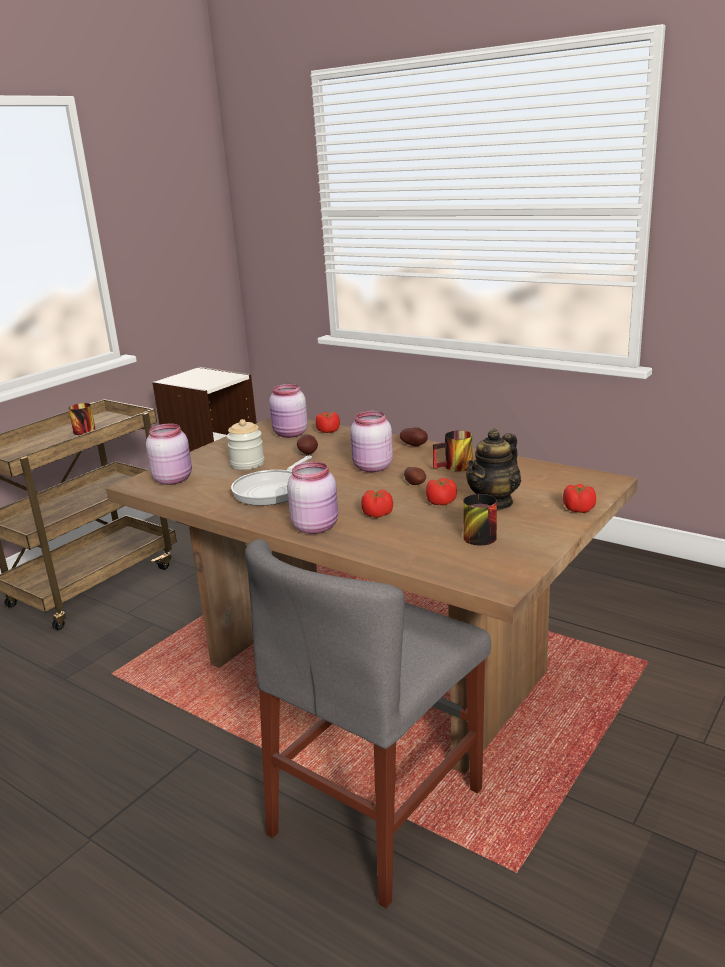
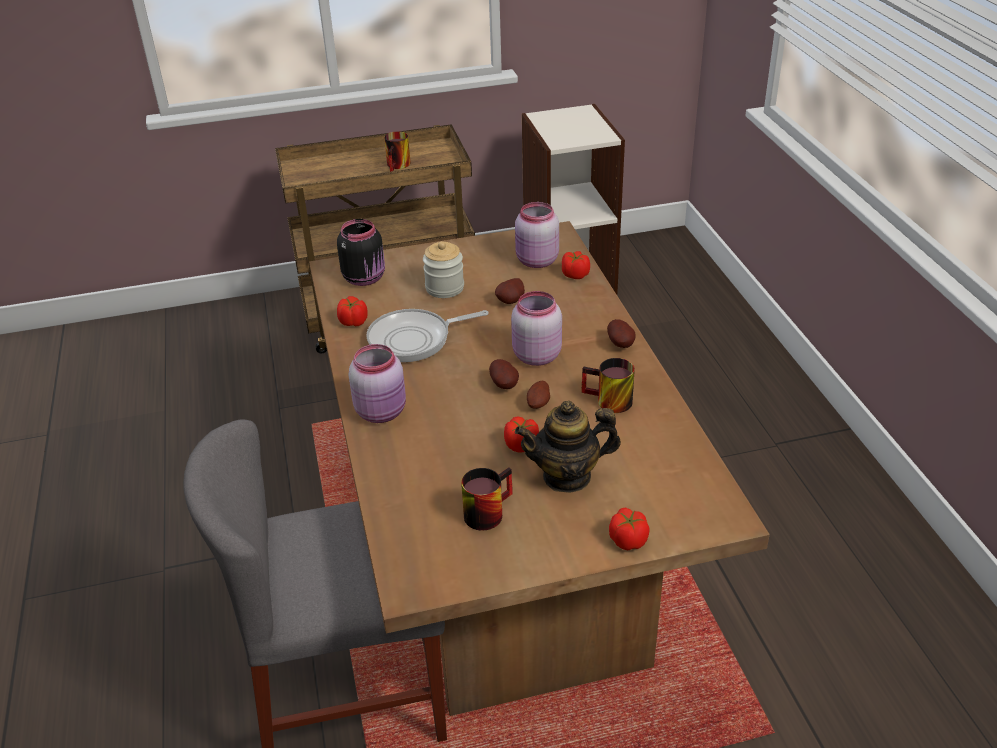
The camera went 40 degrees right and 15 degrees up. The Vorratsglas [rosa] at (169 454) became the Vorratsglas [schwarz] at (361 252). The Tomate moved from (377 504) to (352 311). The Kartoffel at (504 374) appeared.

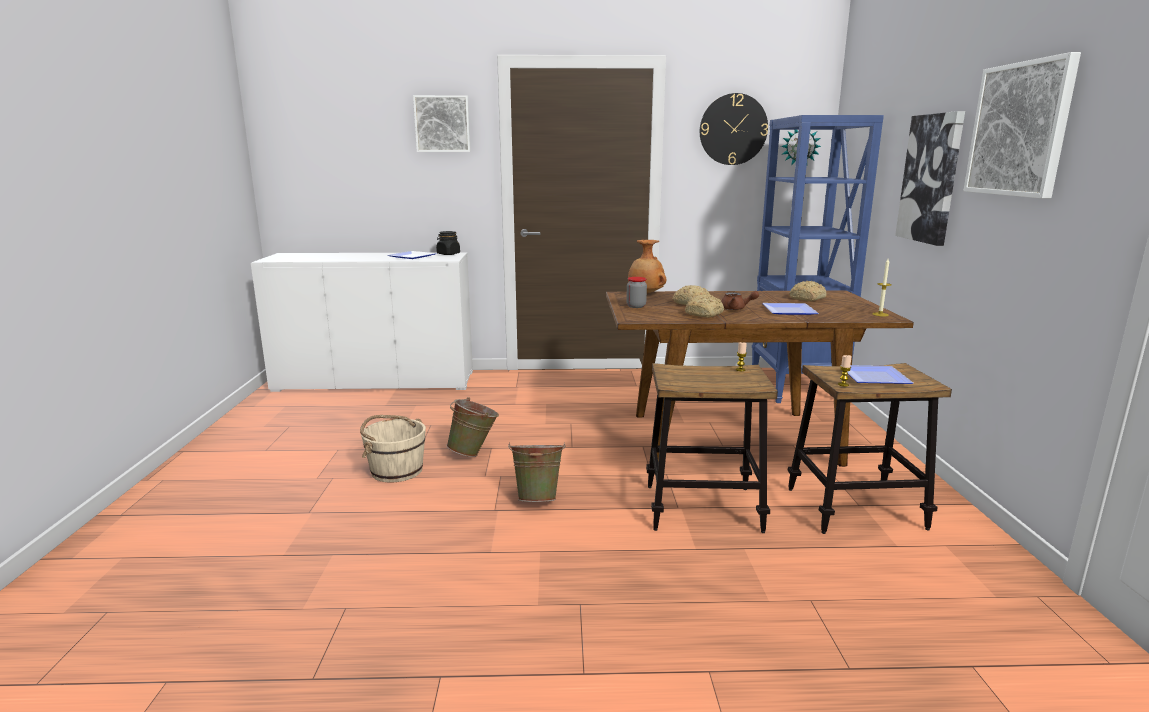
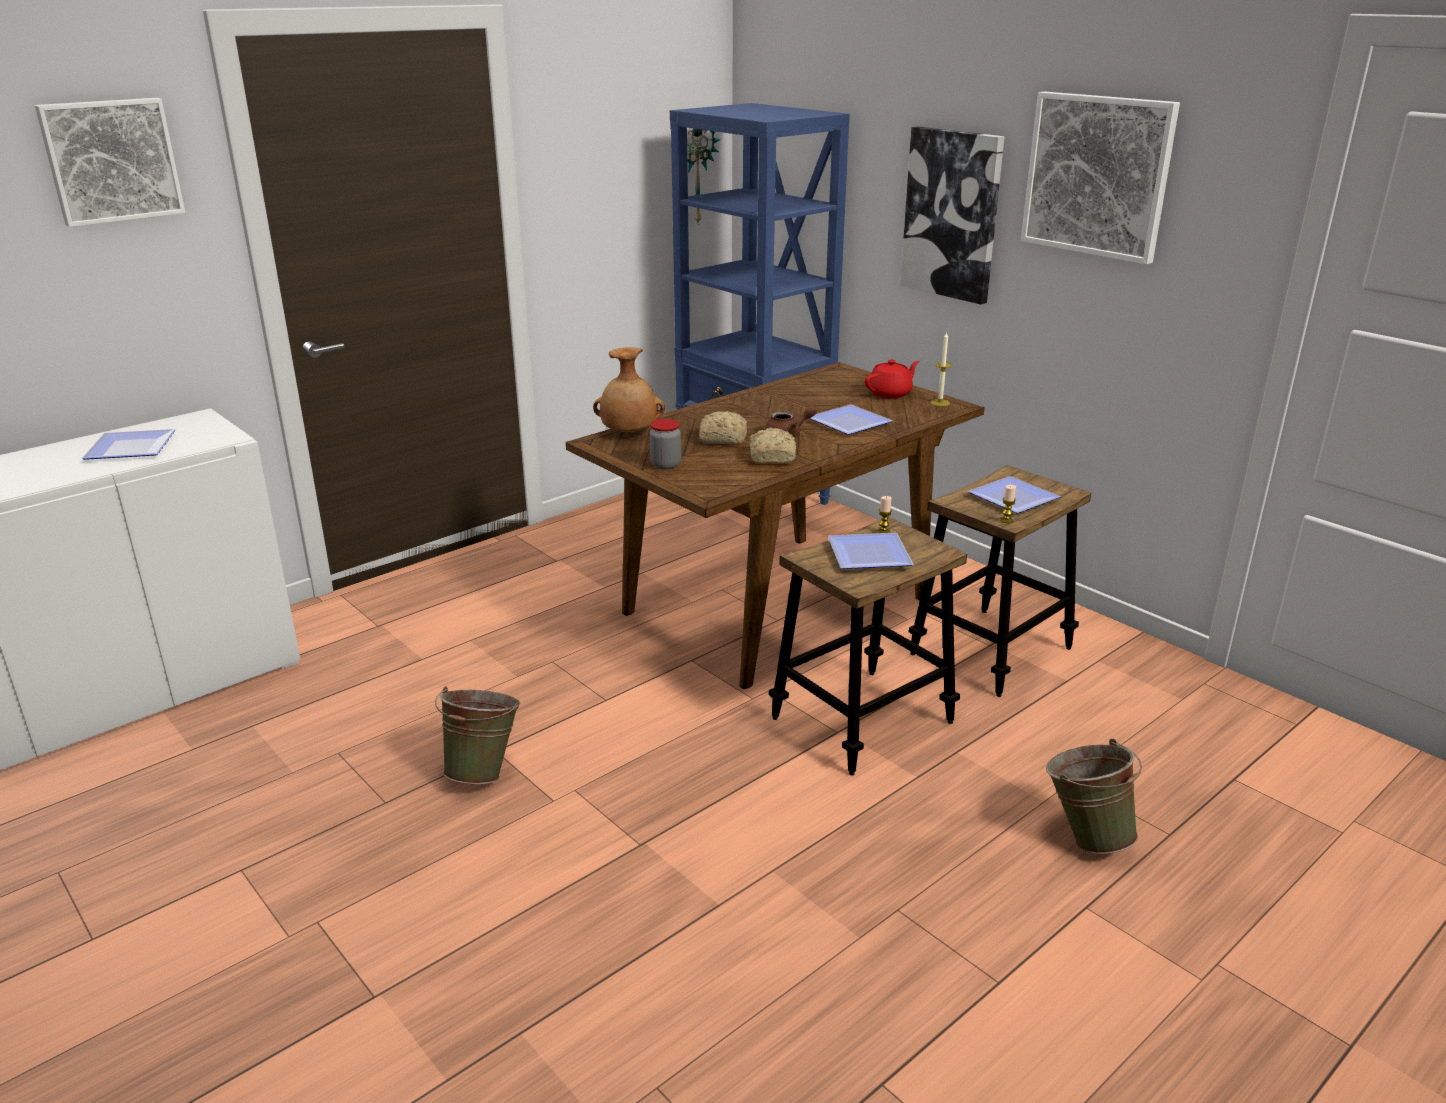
The camera went 40 degrees left and 10 degrees up. The Eimer [beige] at (393 448) disappeared. The Vorratsglas [schwarz] at (448 243) disappeared. The Eimer [grün] moved from (537 472) to (1094 796). The Wanduhr at (734 129) disappeared. The Brot at (808 291) disappeared. The Teller at (871 551) appeared. The Teekanne [rot] at (892 379) appeared.

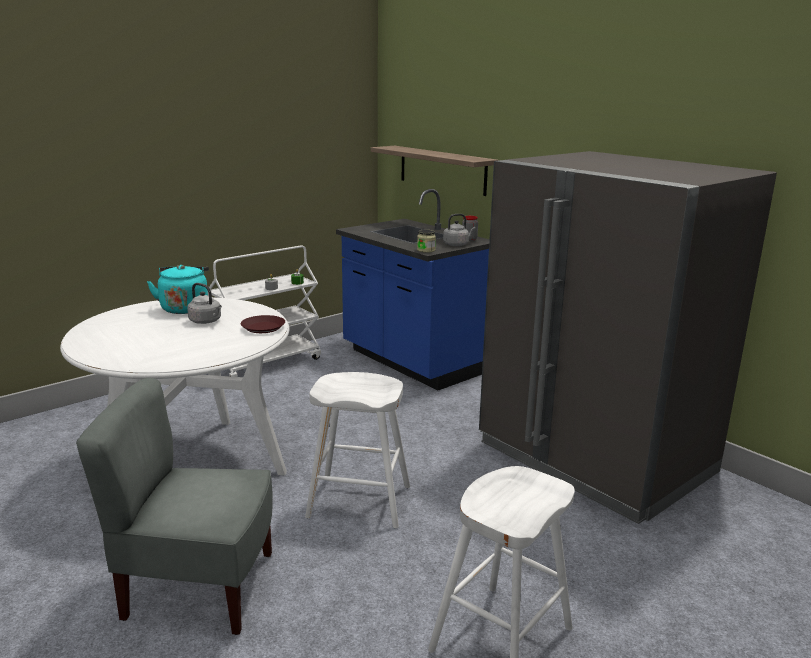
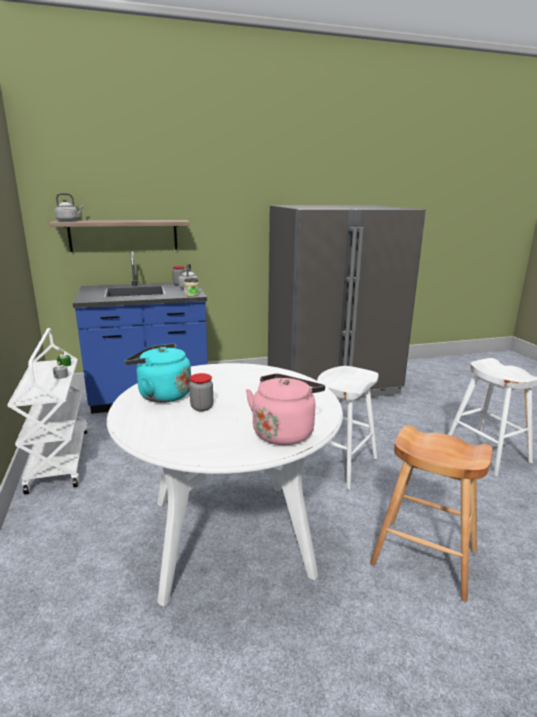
The camera went 65 degrees left and 0 degrees up. The Stuhl [grau] at (174 506) was replaced by the Hocker [braun] at (431 513). The Wasserkessel [grau] moved from (204 303) to (69 207). The Teller [braun] at (263 324) disappeared. The Vorratsglas at (201 392) appeared. The Wasserkessel [rosa] at (285 409) appeared.

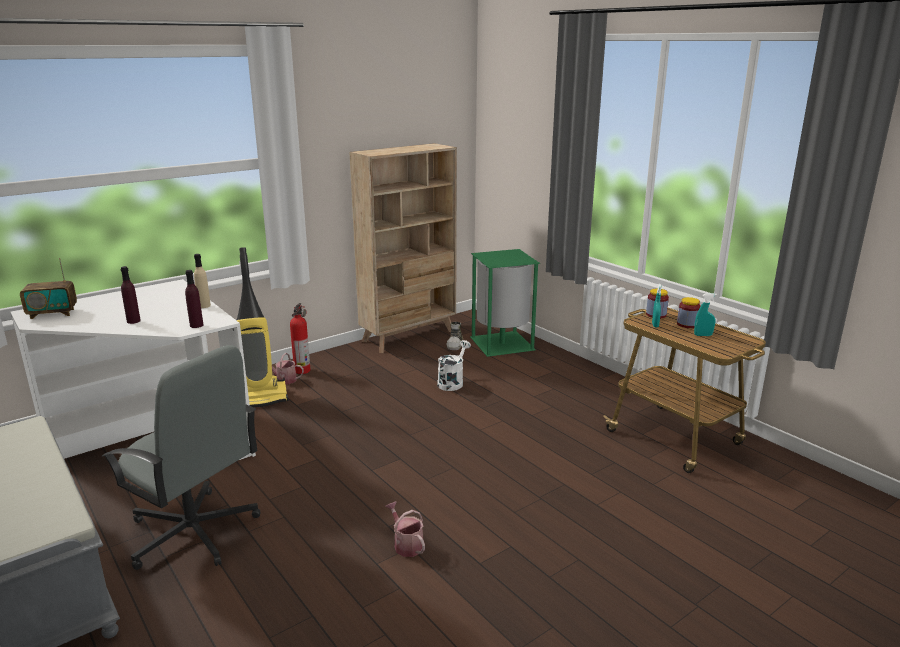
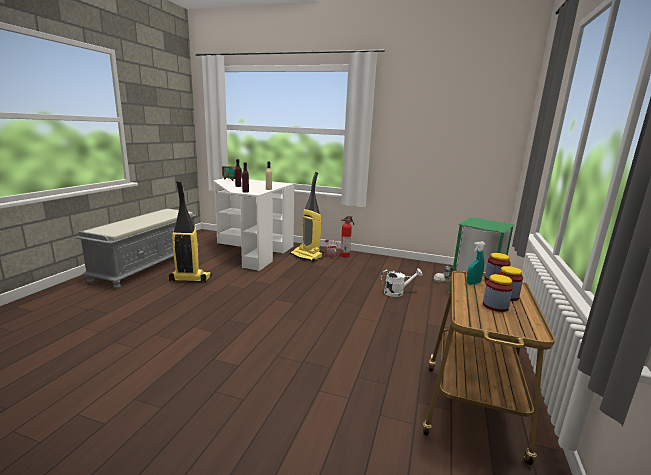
The camera went 55 degrees right and 5 degrees down. The Bürostuhl [grau] at (181 457) was replaced by the Staubsauger at (190 231). The Bücherregal [beige] at (403 248) disappeared. The Gießkanne at (405 529) disappeared. The Sprühflasche [türkis] at (705 314) was replaced by the Vorratsglas at (498 293).

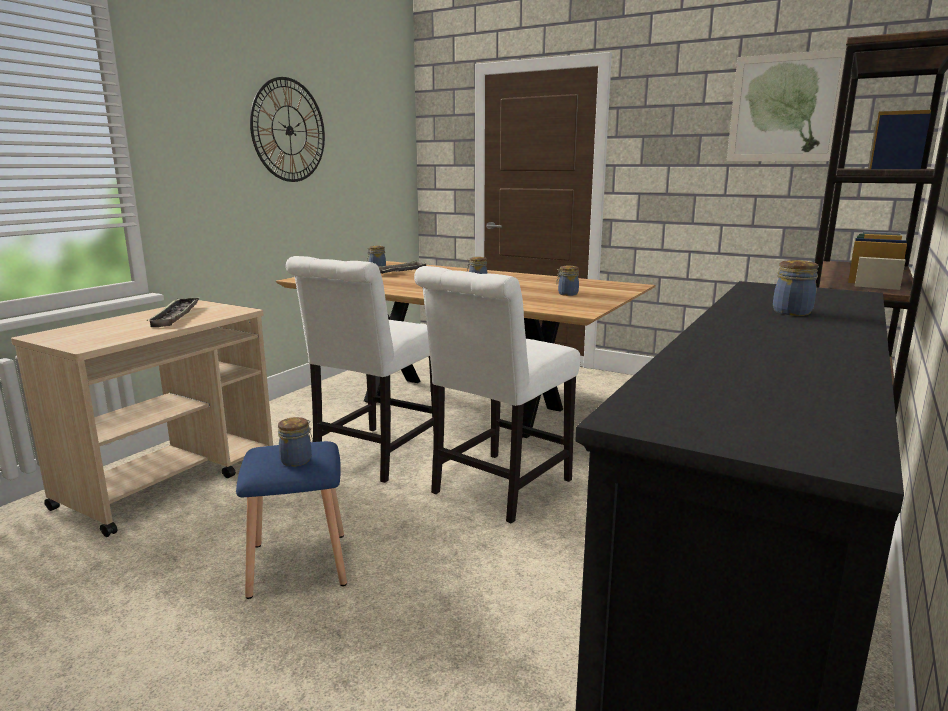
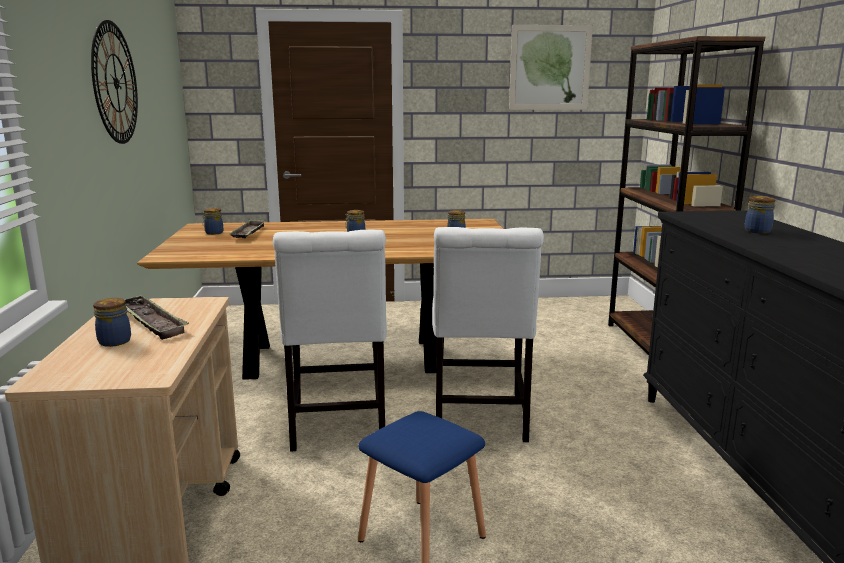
The camera went 35 degrees left and 0 degrees up. The Vorratsglas moved from (295 442) to (112 322).

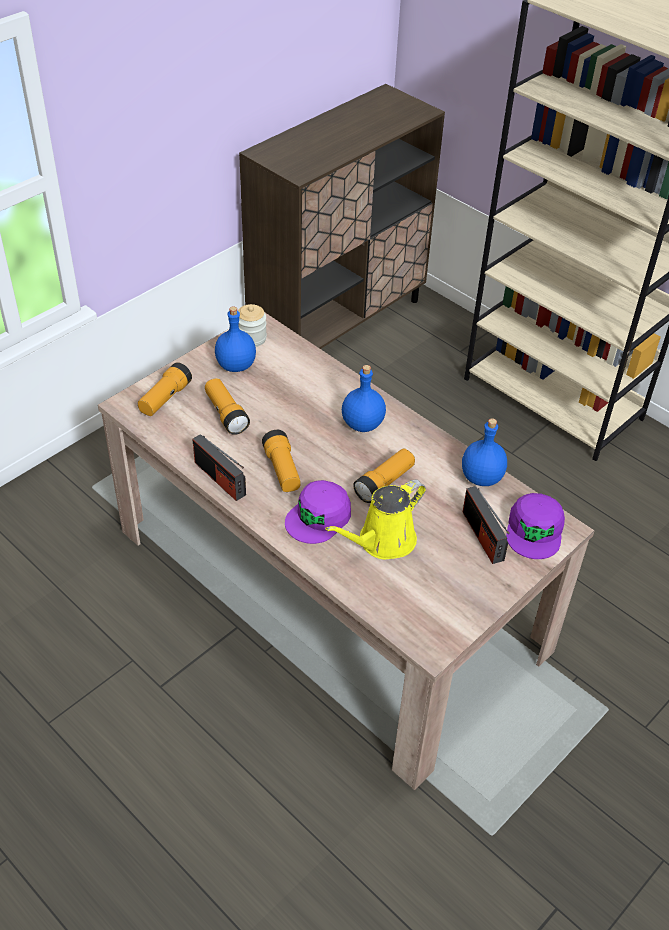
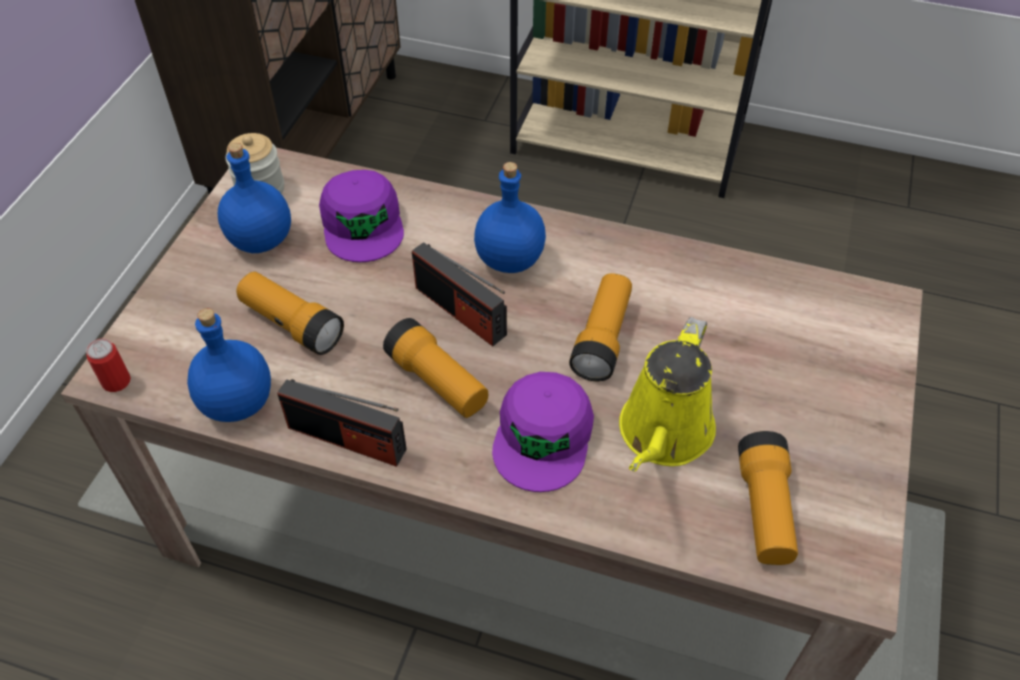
The camera went 25 degrees left and 5 degrees up. The Taschenlampe moved from (165 389) to (768 498). The Flasche [blau] moved from (484 452) to (229 365). The Radio moved from (486 525) to (459 294). The Kappe [lila] moved from (535 526) to (361 216). The Dose at (108 365) appeared.

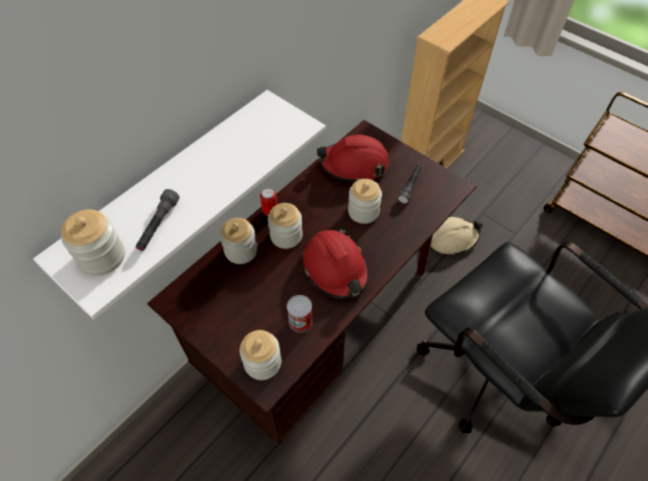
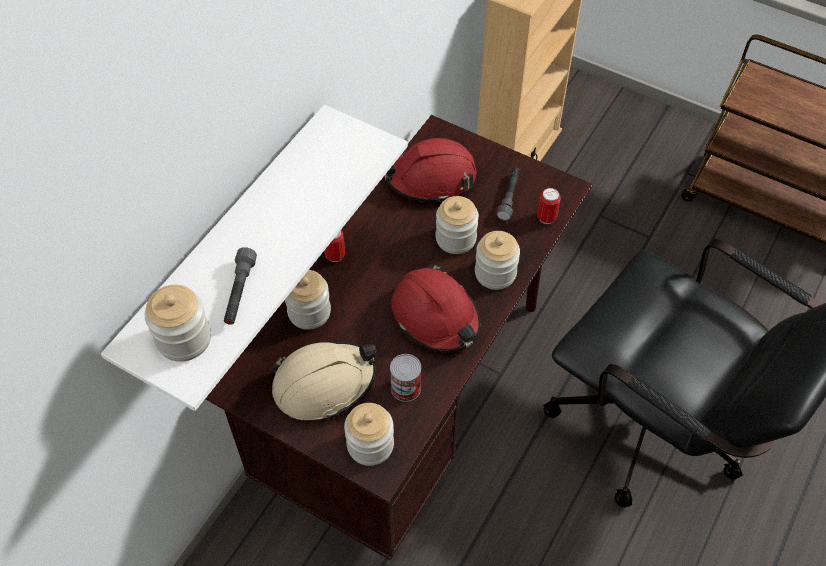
The camera went 10 degrees left and 0 degrees up. The Vorratsglas moved from (285 226) to (497 260). The Schutzhelm [beige] moved from (457 236) to (324 381). The Dose at (549 206) appeared.

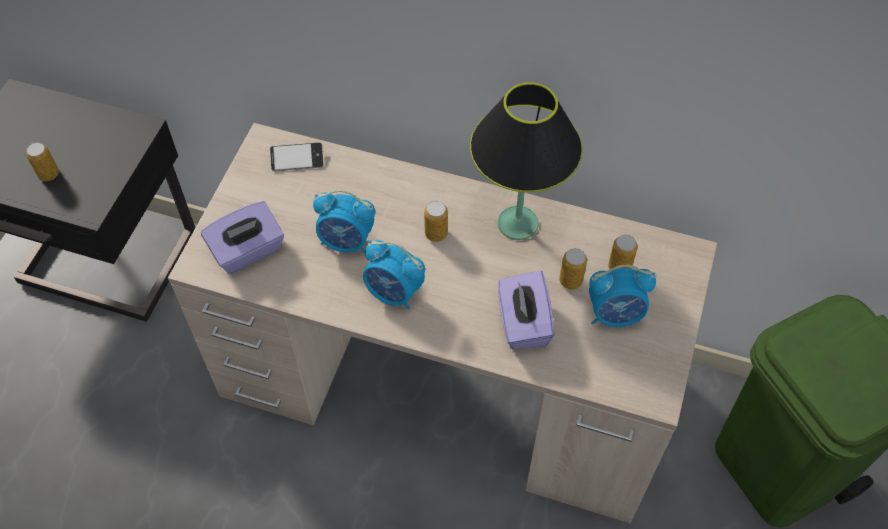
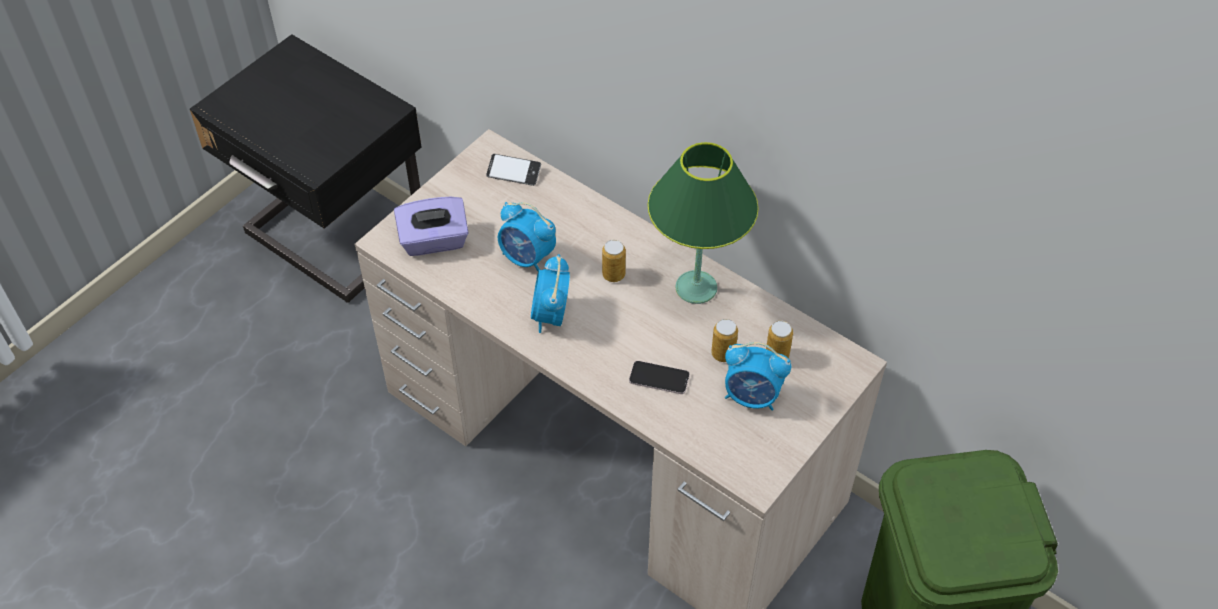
The camera went 20 degrees right and 5 degrees down. The Dose at (42 161) disappeared. The Wecker at (394 275) turned 45 degrees clockwise. The Tischlampe [schwarz] at (526 161) became the Tischlampe [grün] at (703 223). The Taschentuchbox [lila] at (526 309) was replaced by the Handy at (659 377).

